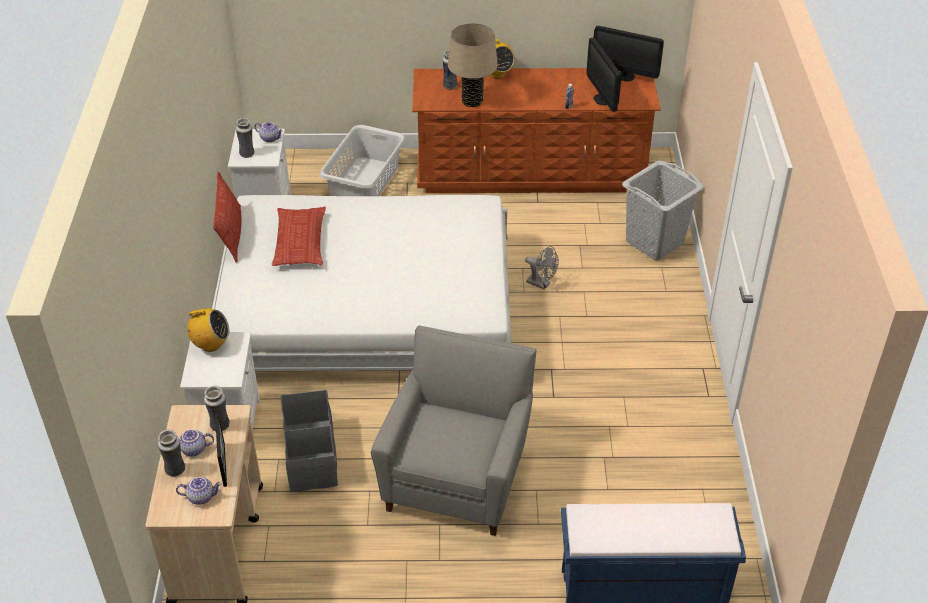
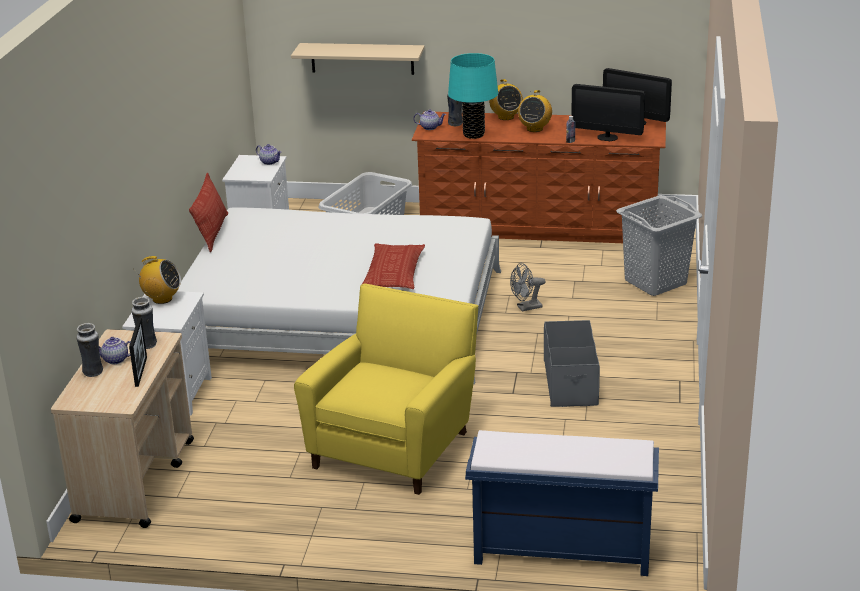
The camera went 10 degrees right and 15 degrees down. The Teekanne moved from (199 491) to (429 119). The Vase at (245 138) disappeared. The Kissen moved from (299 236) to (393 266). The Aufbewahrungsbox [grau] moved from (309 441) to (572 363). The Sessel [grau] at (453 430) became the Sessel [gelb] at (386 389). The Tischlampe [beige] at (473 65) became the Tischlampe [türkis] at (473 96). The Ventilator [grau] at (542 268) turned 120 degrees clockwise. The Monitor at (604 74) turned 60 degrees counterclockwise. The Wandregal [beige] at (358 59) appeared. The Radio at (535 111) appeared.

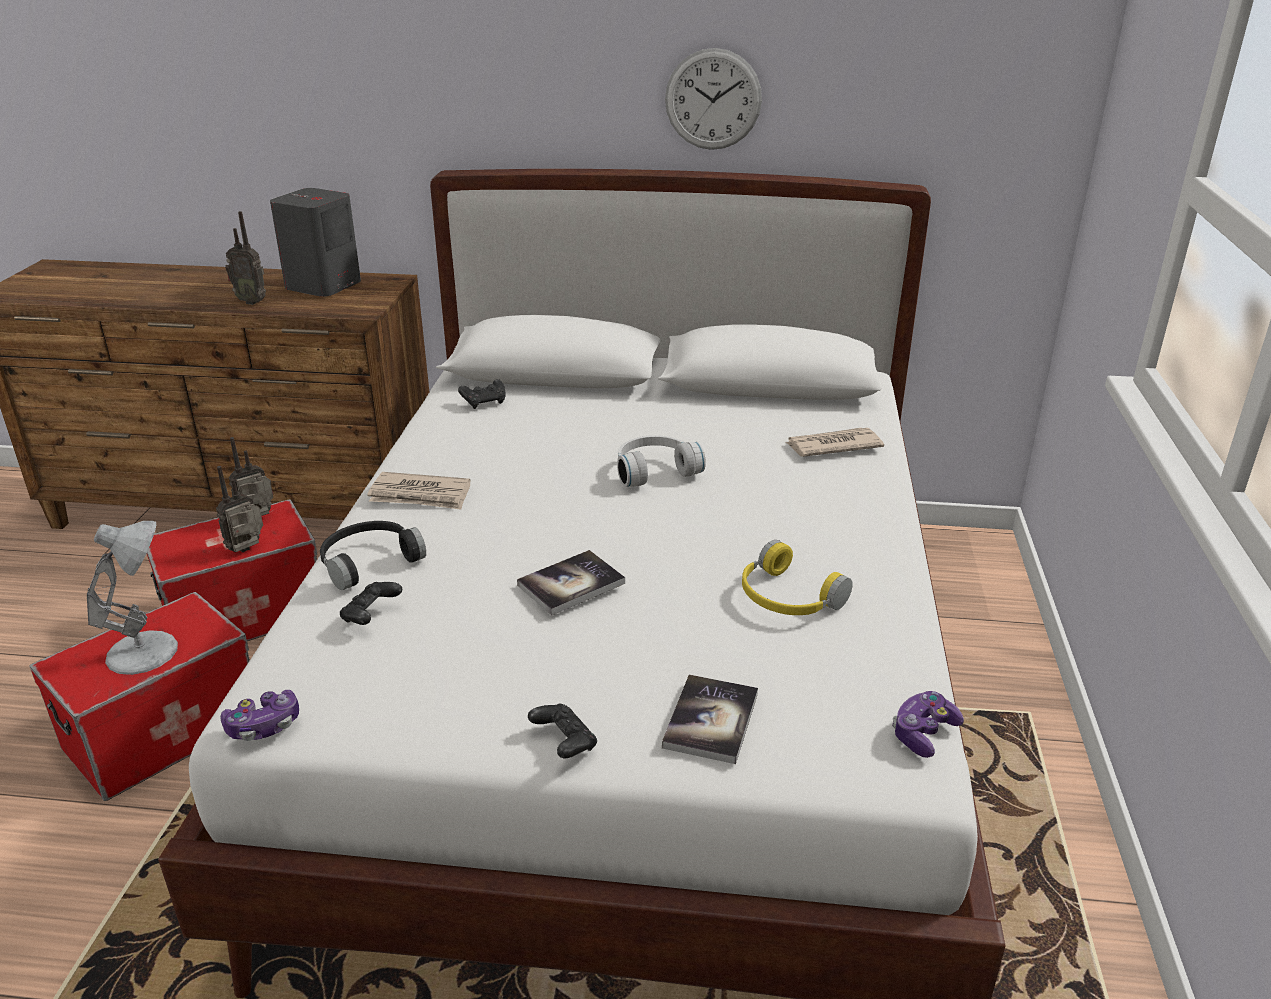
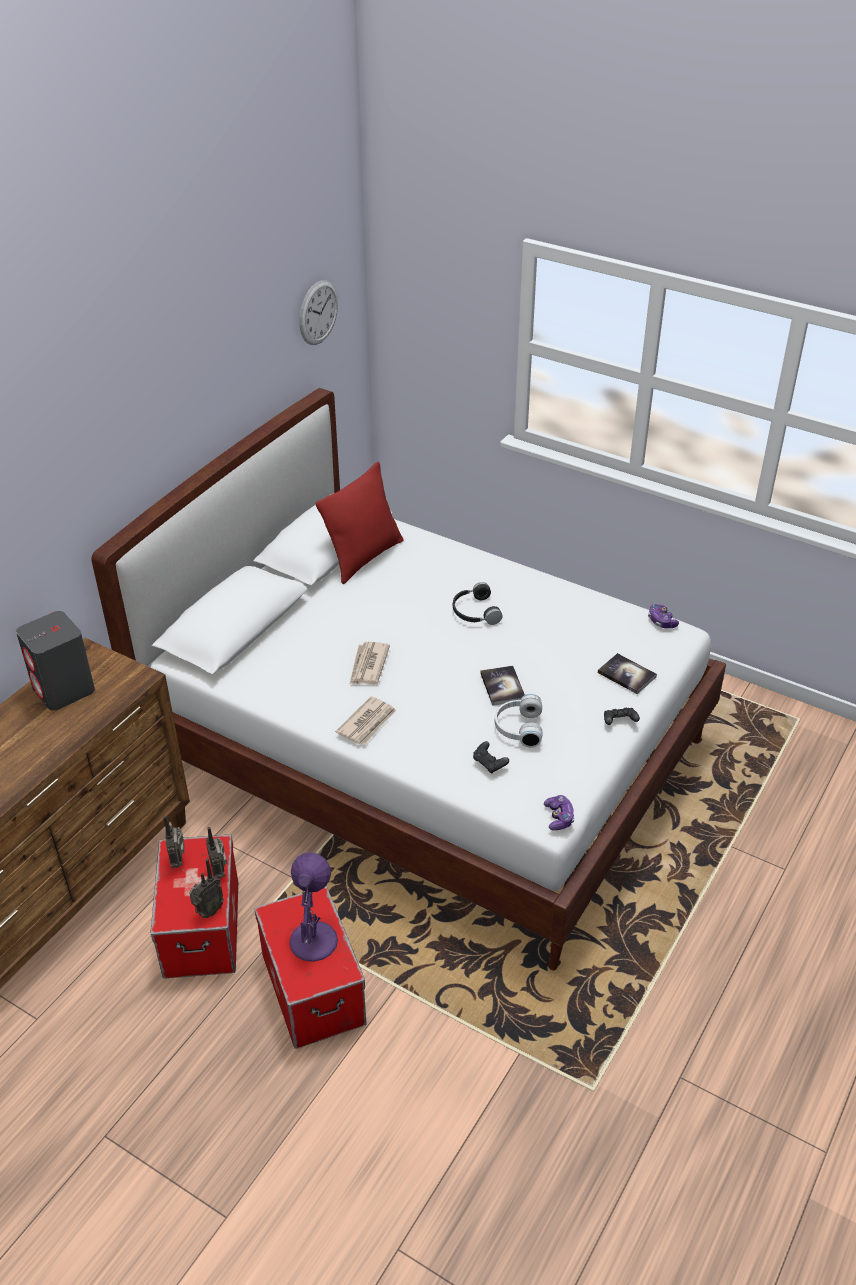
The camera went 65 degrees left and 10 degrees up. The Tischlampe [weiß] at (132 598) became the Tischlampe [lila] at (313 907). The Radio moved from (245 258) to (206 888). The Kopfhörer [schwarz] moved from (373 555) to (478 603). The Gamepad [schwarz] at (482 394) disappeared. The Kopfhörer [weiß] moved from (661 461) to (518 720). The Wanduhr moved from (713 99) to (318 312). The Kopfhörer [gelb] at (797 577) disappeared. The Zeitung moved from (834 442) to (370 663). The Kissen [rot] at (359 522) appeared.

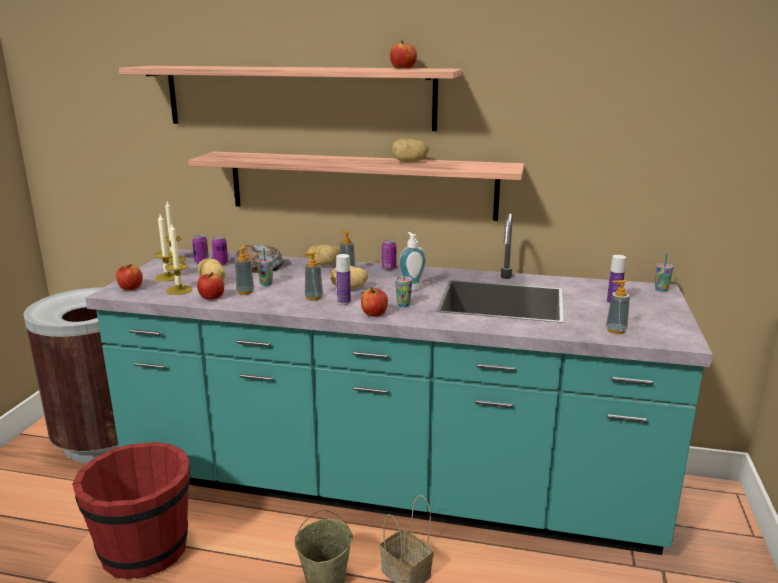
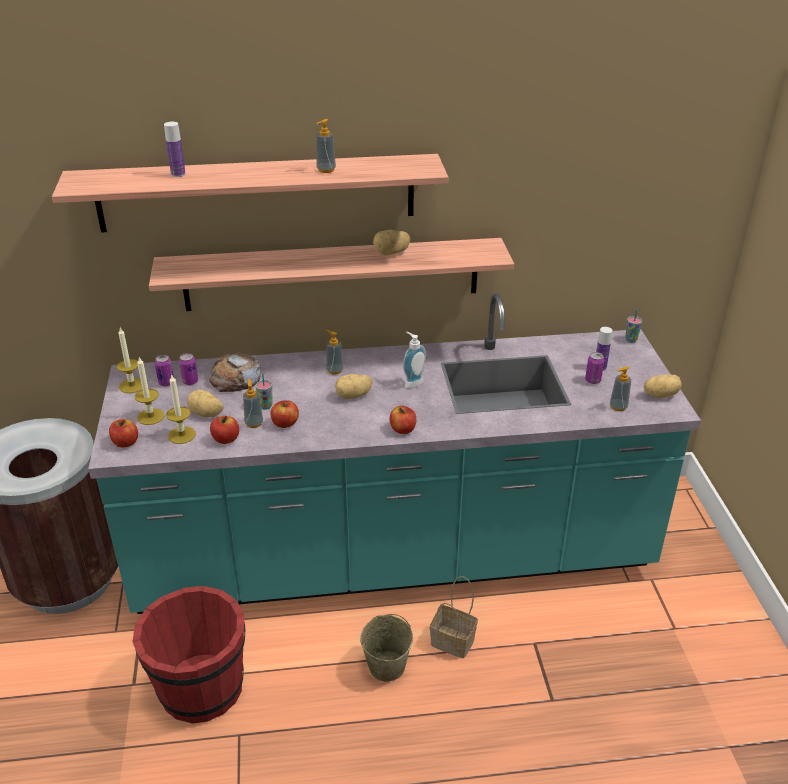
The camera went 20 degrees left and 15 degrees up. The Seifenspender moved from (313 276) to (326 146). The Kartoffel moved from (323 255) to (663 386). The Flasche moved from (343 279) to (174 149). The Dose moved from (389 255) to (594 368). The Apfel moved from (403 54) to (285 414). The Tasse at (403 286) disappeared.

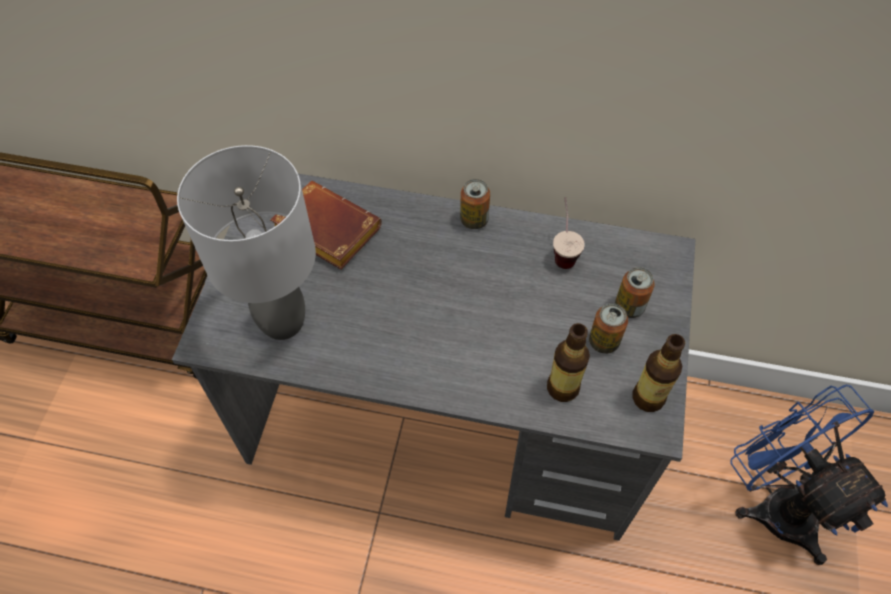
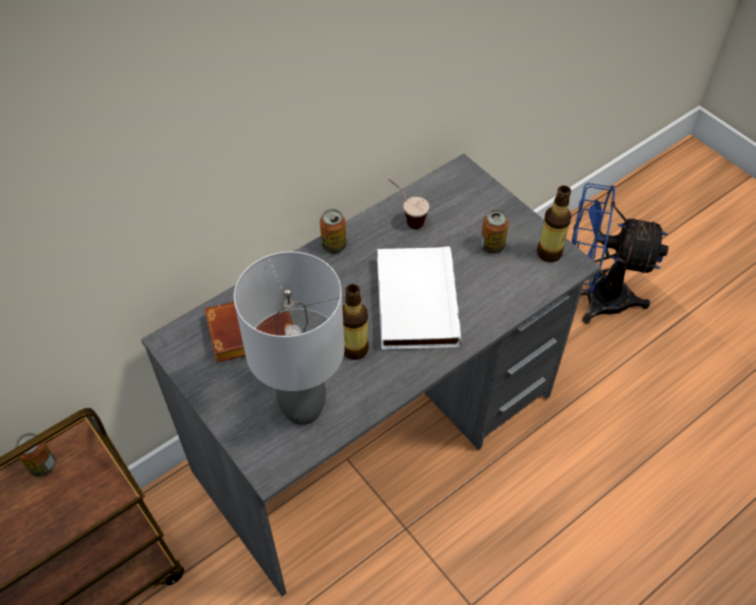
The camera went 50 degrees left and 5 degrees down. The Flasche moved from (568 362) to (355 322). The Dose moved from (635 292) to (35 455). The Buch [weiß] at (419 298) appeared.

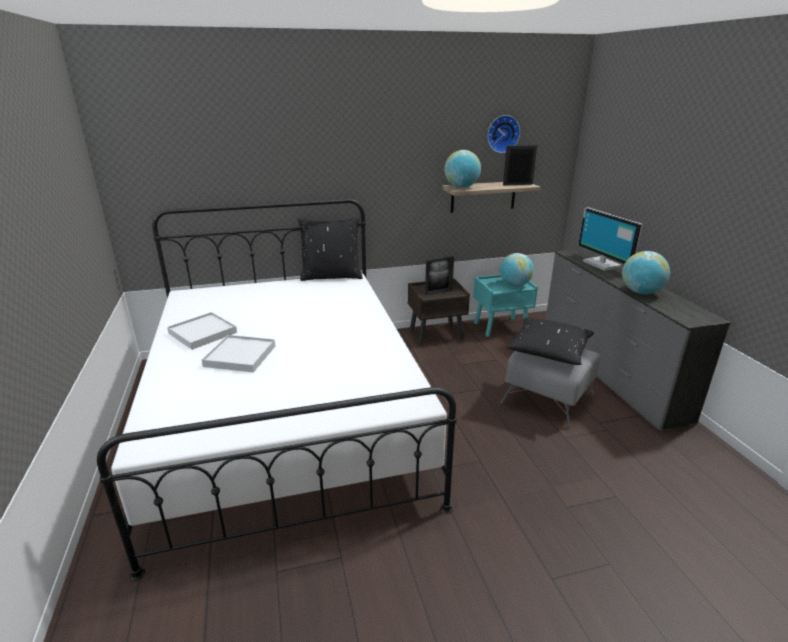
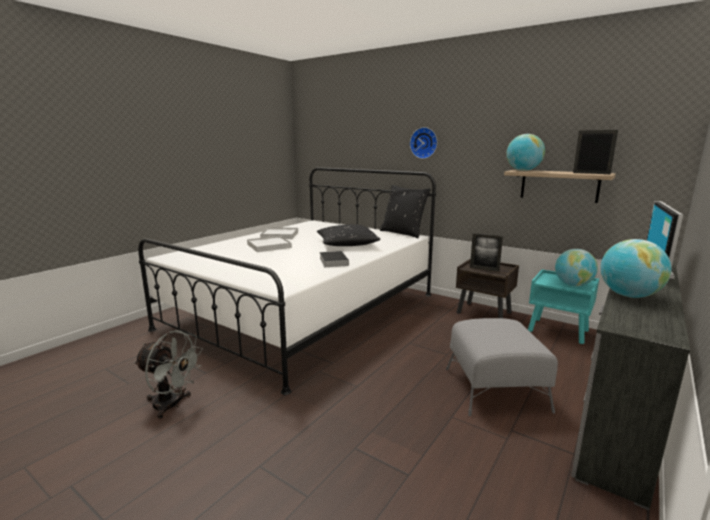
The camera went 50 degrees right and 10 degrees down. The Wanduhr moved from (503 134) to (423 143). The Kissen [schwarz] moved from (550 341) to (349 235). The Ventilator [grau] at (168 374) appeared. The Buch at (334 259) appeared.

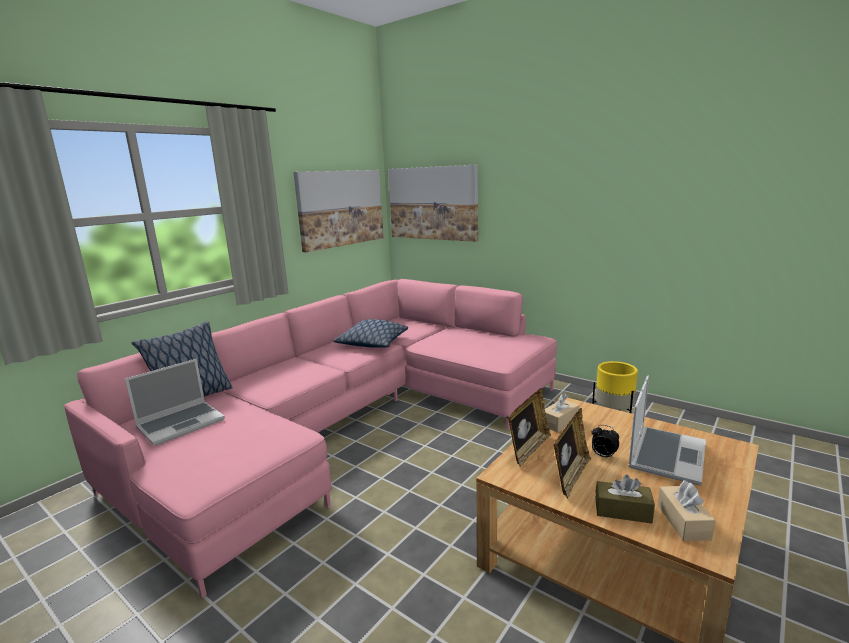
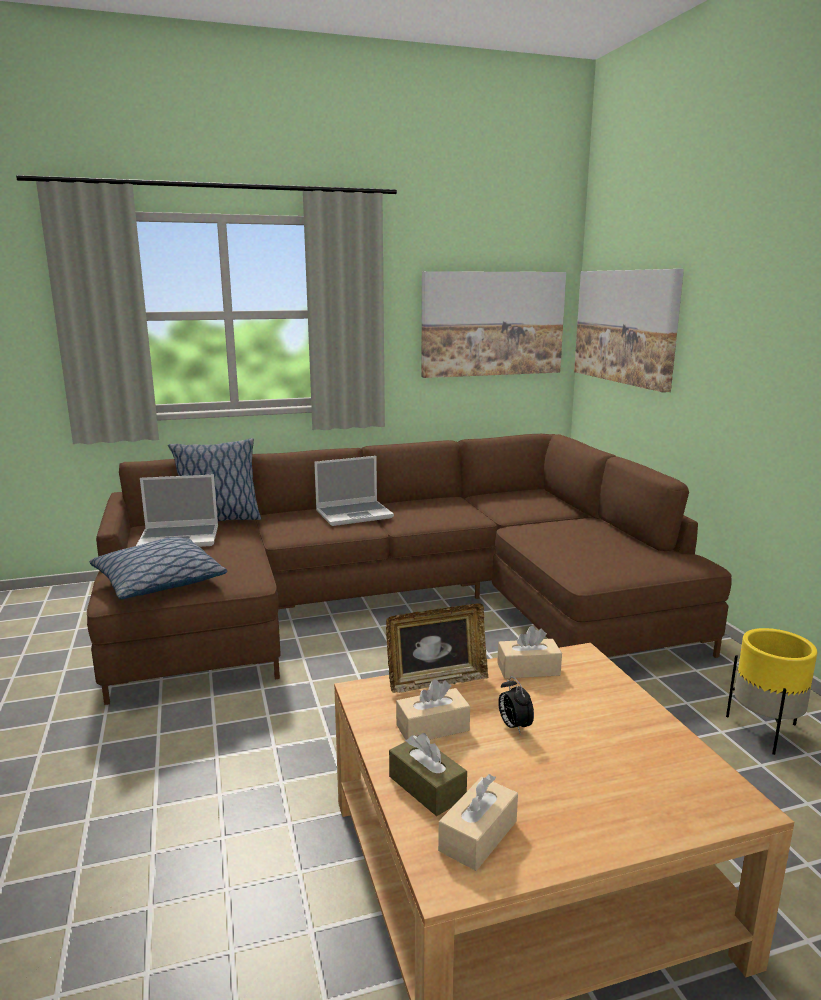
The camera went 35 degrees right and 0 degrees up. The Sofa [rosa] at (310 438) became the Sofa [braun] at (409 569). The Kissen moved from (371 333) to (158 568). The Bilderrahmen at (572 453) was replaced by the Taschentuchbox [beige] at (433 709). The Laptop moved from (667 430) to (354 491).

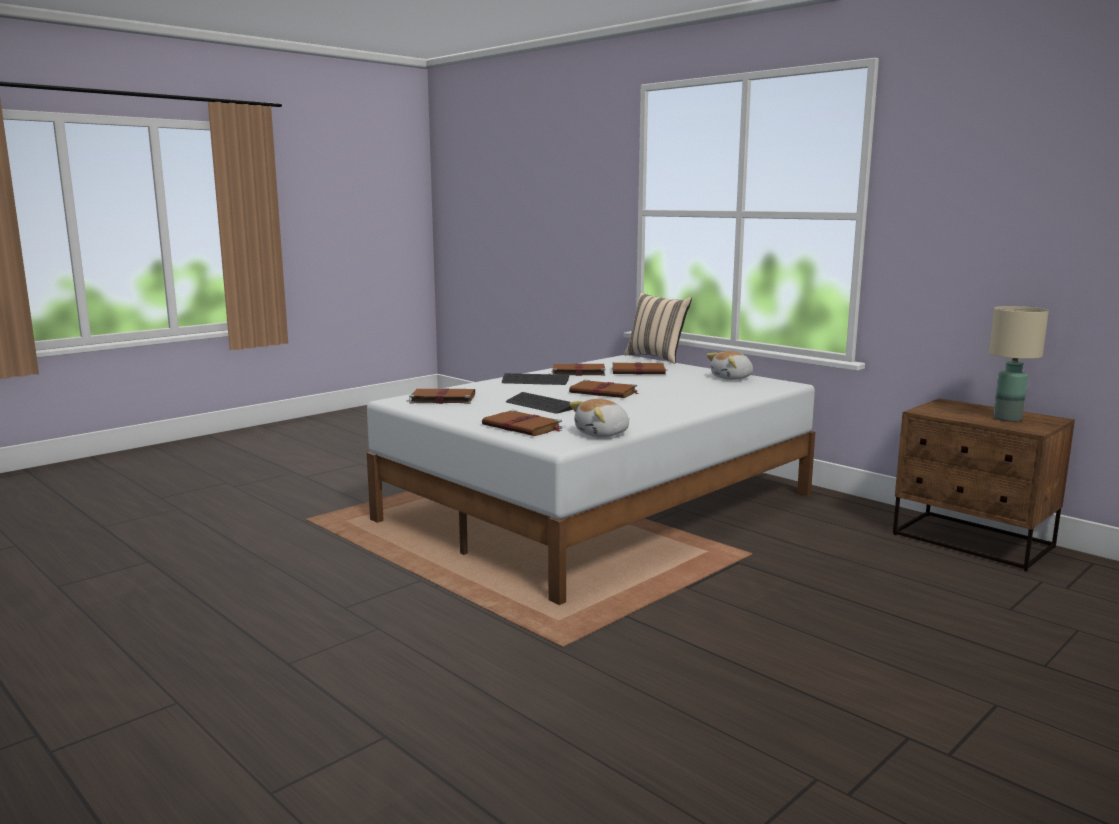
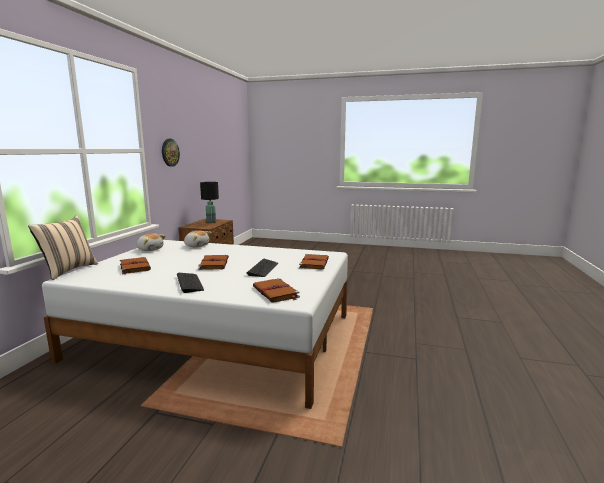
The camera went 120 degrees left and 0 degrees up. The Buch [braun] at (578 369) disappeared. The Plüschtier moved from (599 418) to (198 239). The Tischlampe [beige] at (1019 364) became the Tischlampe [schwarz] at (209 202). The Wanduhr at (171 153) appeared.

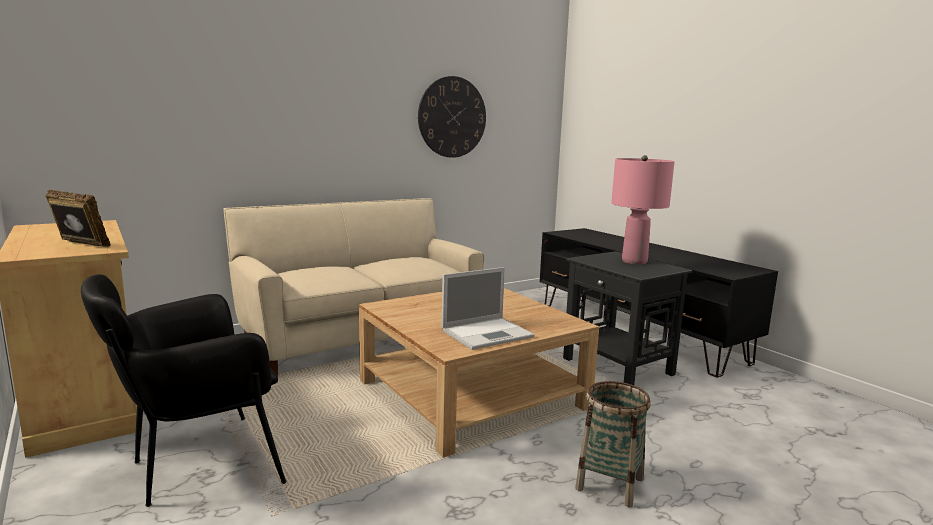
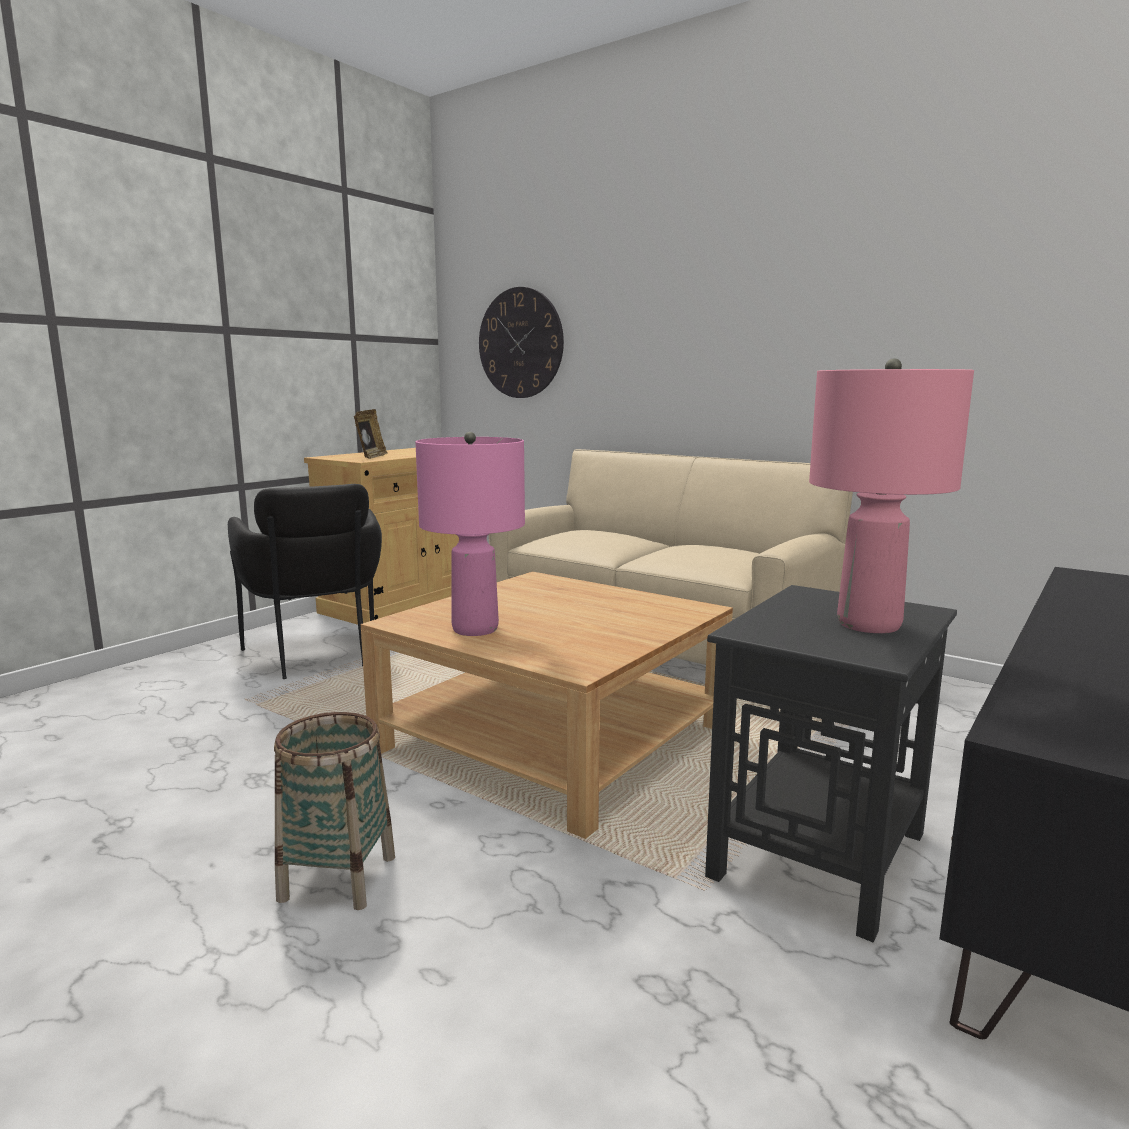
The camera went 70 degrees right and 0 degrees up. The Sessel [schwarz] at (184 390) turned 150 degrees counterclockwise. The Wanduhr moved from (452 117) to (521 342). The Laptop at (488 308) was replaced by the Tischlampe [rosa] at (470 534).

